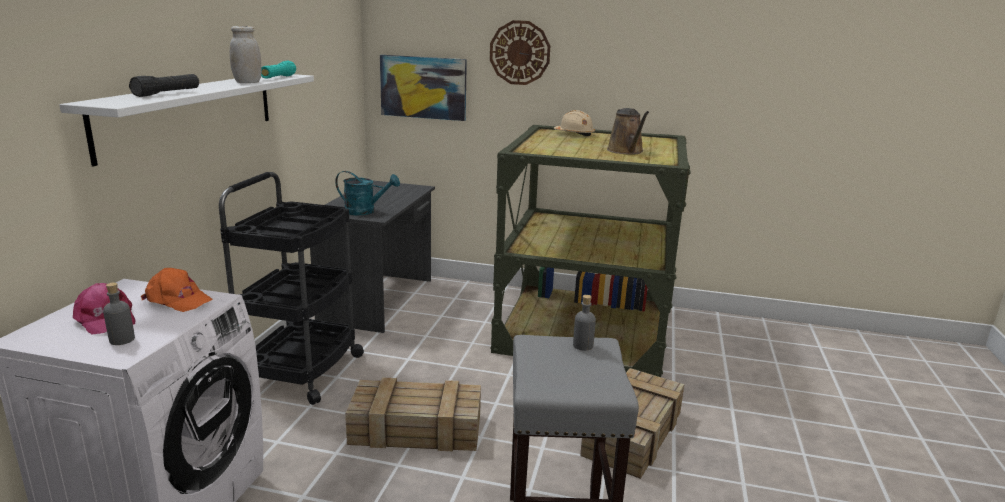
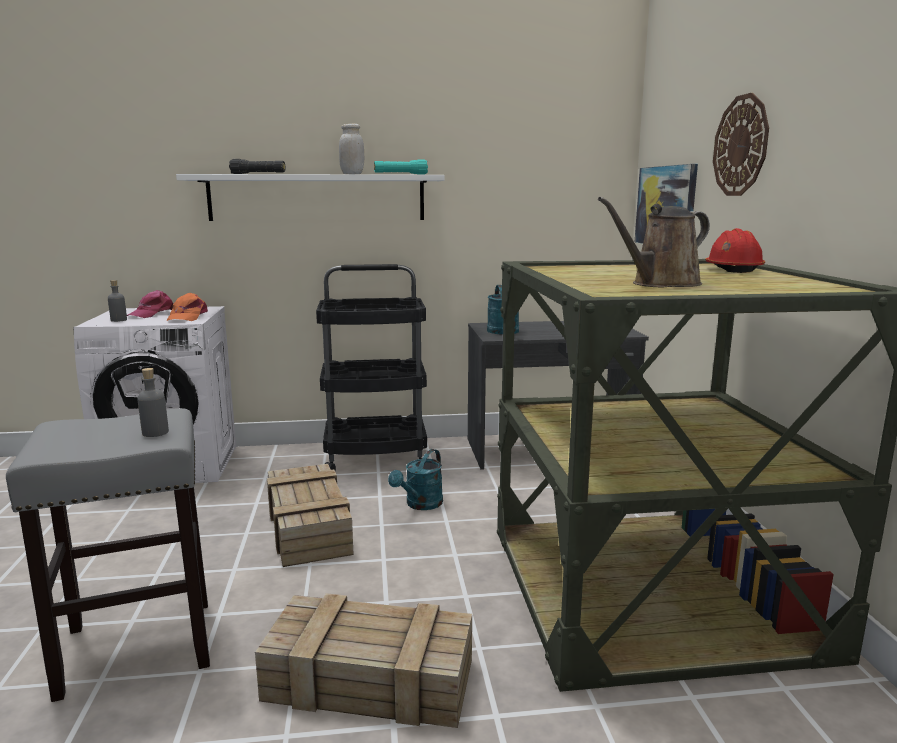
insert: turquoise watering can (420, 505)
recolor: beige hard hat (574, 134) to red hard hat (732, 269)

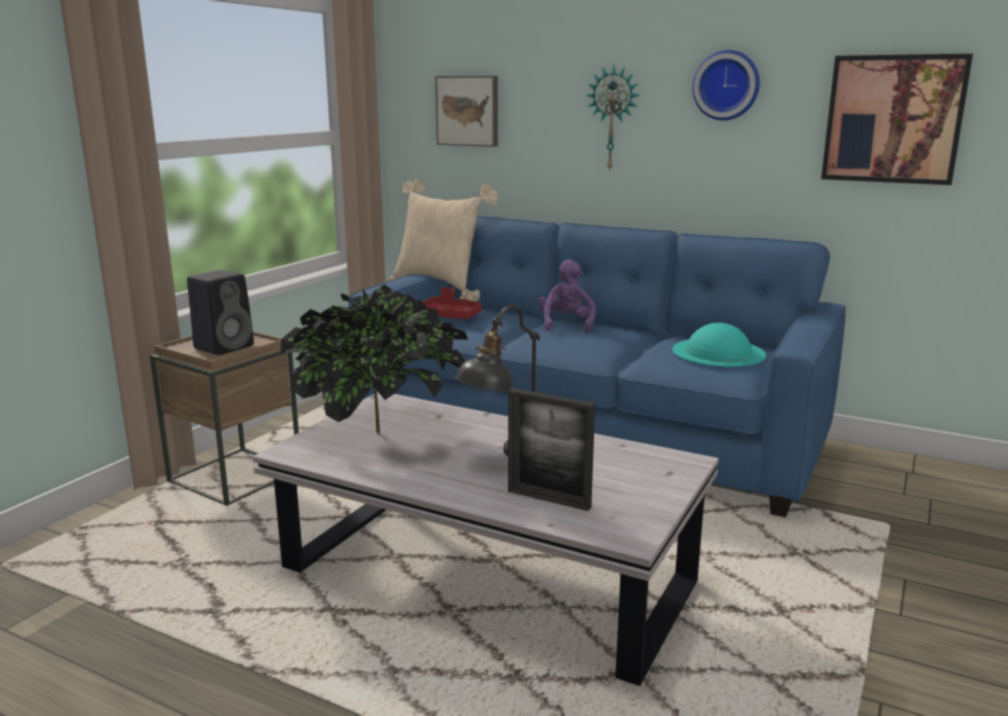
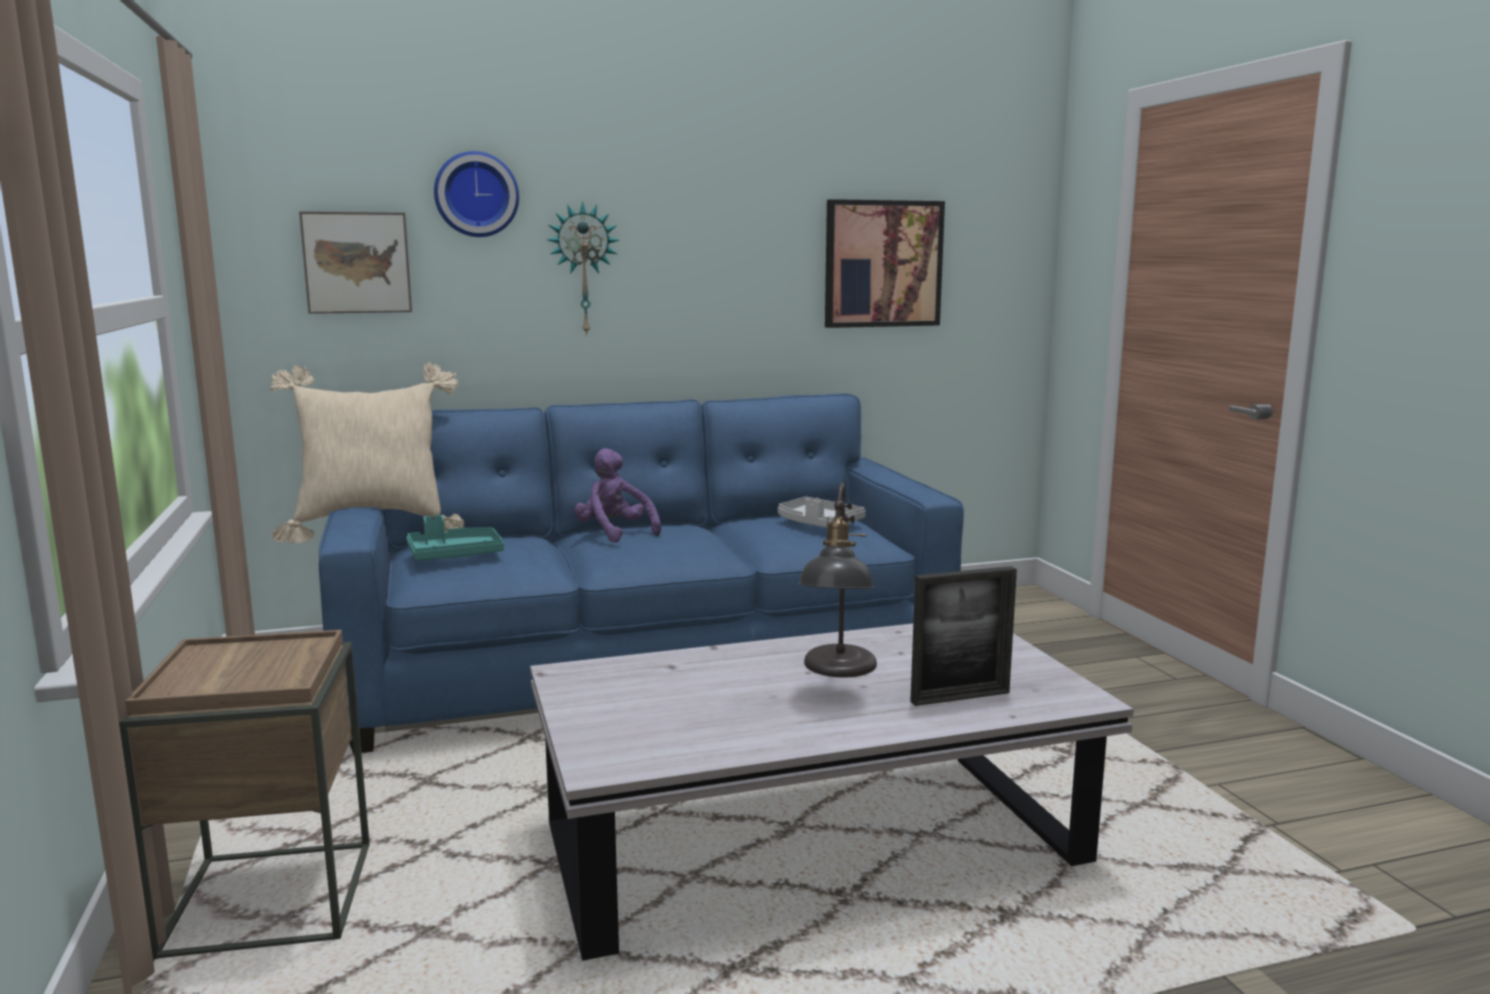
delete: black speaker (225, 347); potted plant (382, 433)
move: wall clock (727, 85) to (476, 194)
replace: turquoise hat (718, 352) to grey tray (818, 524)
recolor: red tray (449, 316) to turquoise tray (454, 555)

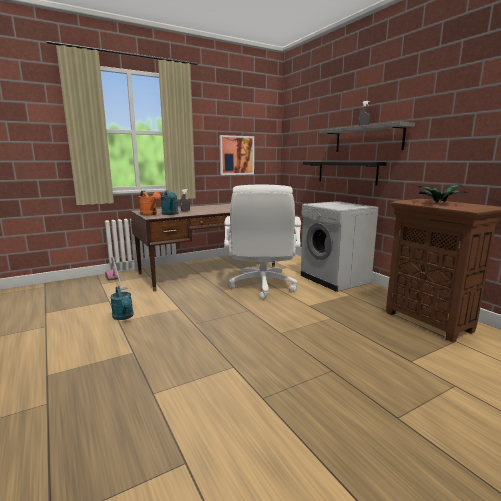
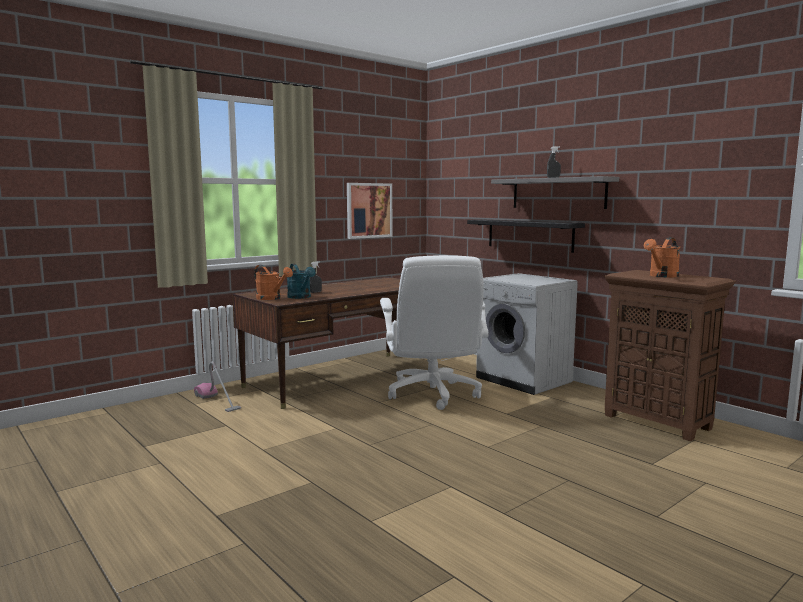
delete: turquoise watering can (124, 317)
replace: potted plant (439, 203) to orange watering can (661, 276)

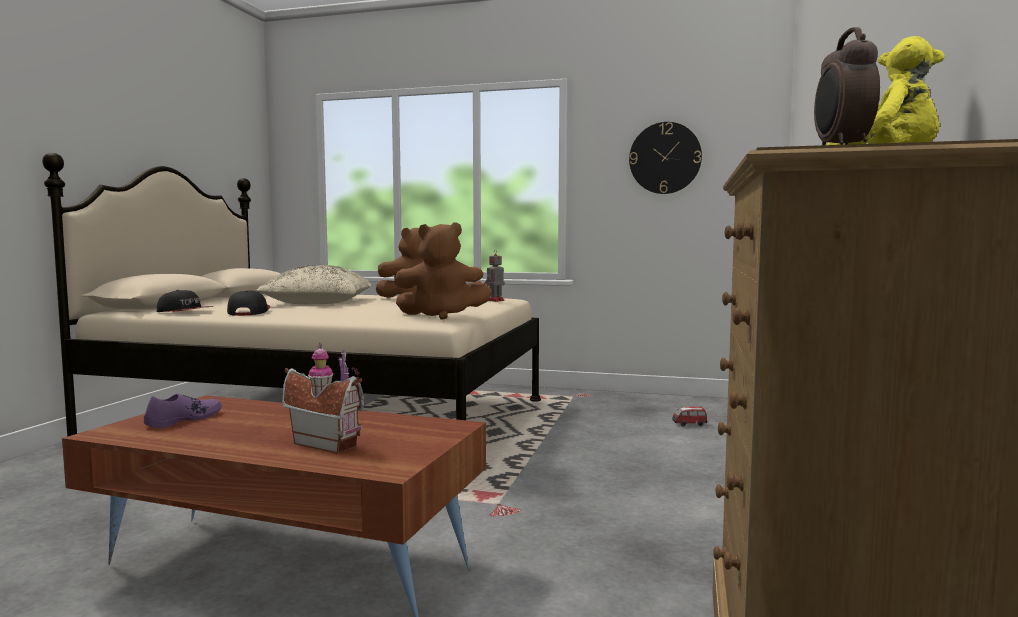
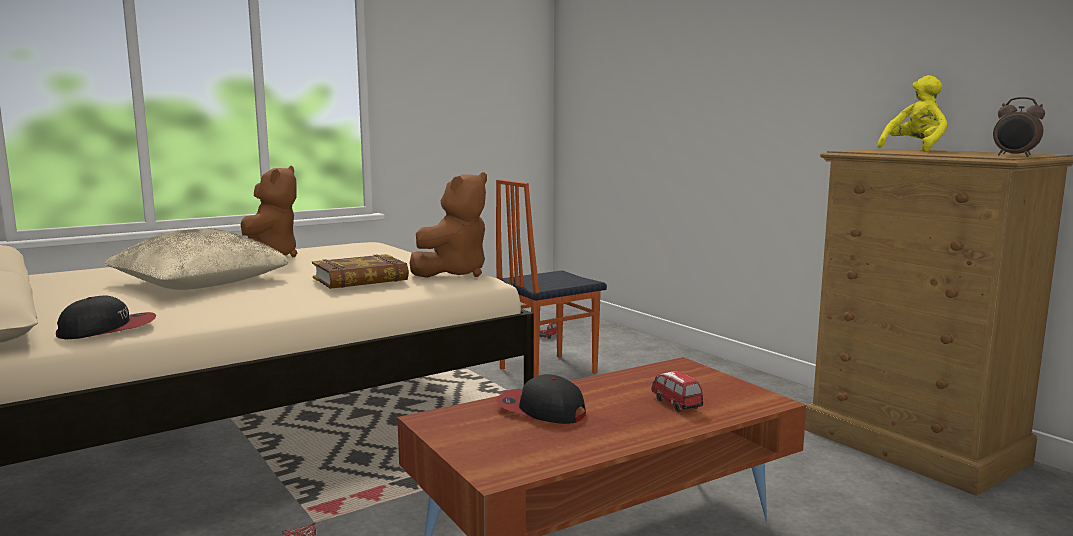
delete: wall clock (665, 158); toy robot (494, 300); purple shoe (184, 420)
insert: chair (546, 370); book (360, 279)
move: cap (248, 312) to (540, 410)
replace: toy house (328, 443) to toy car (675, 404)

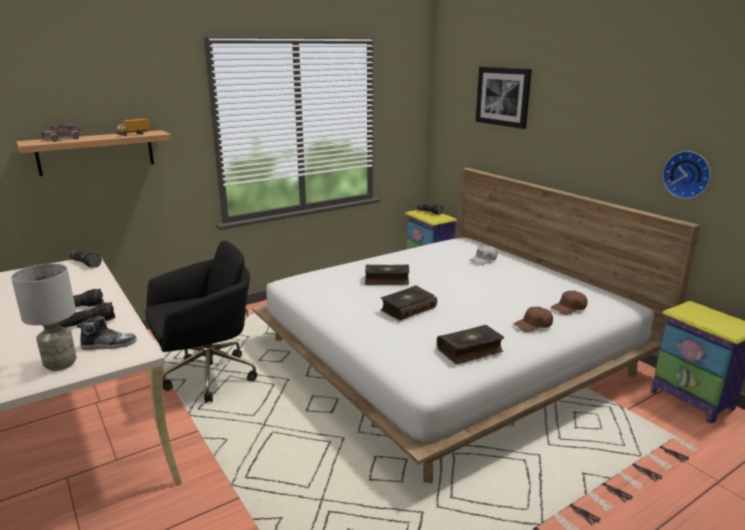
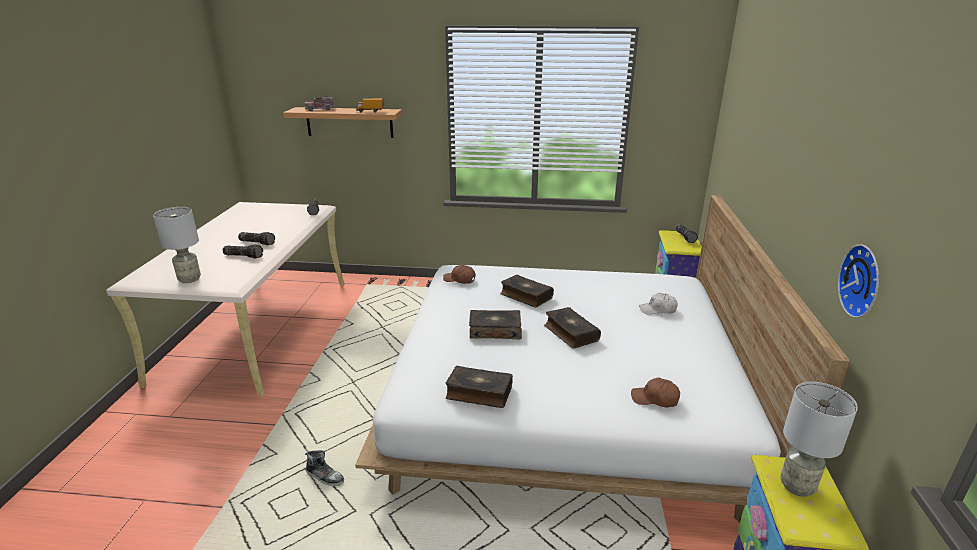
delete: picture (503, 96); black office chair (206, 378)
insert: book (570, 333); grey table lamp (798, 486)
move: brown cap (533, 325) to (459, 279); shoe (109, 345) to (325, 476)

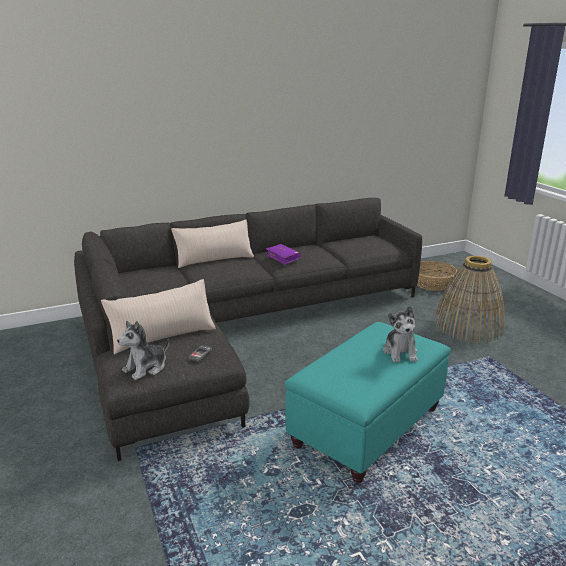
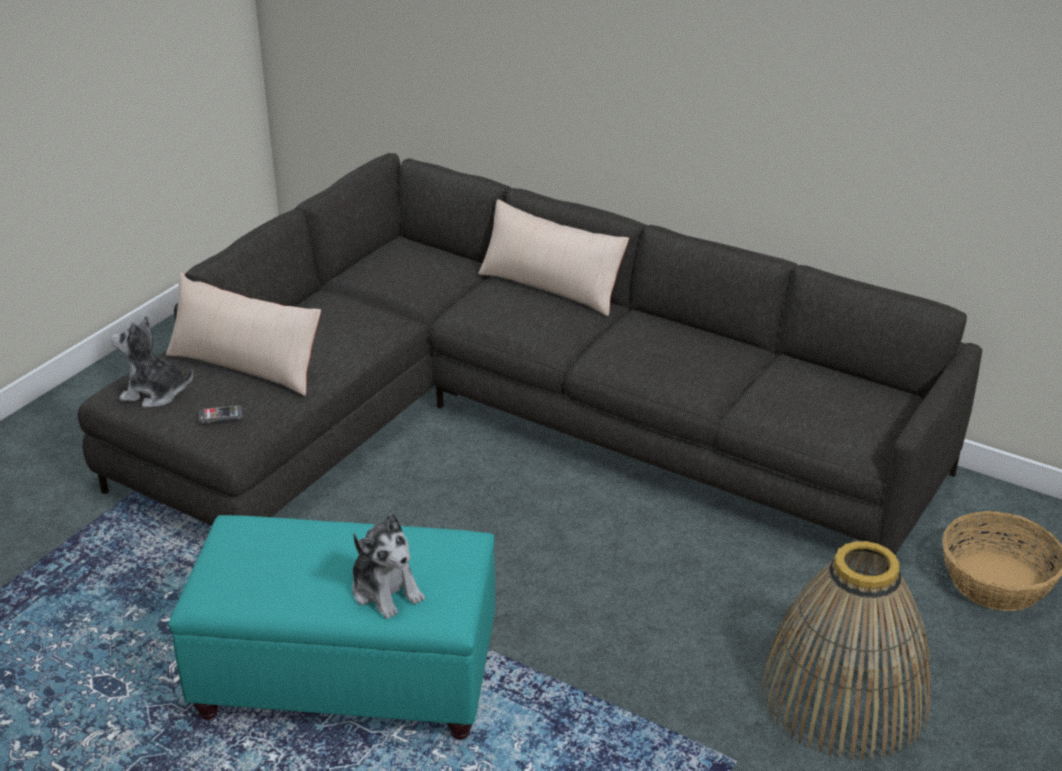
delete: purple book (283, 258)
rotate: plush toy (400, 352) = (386, 591) 90 degrees counterclockwise

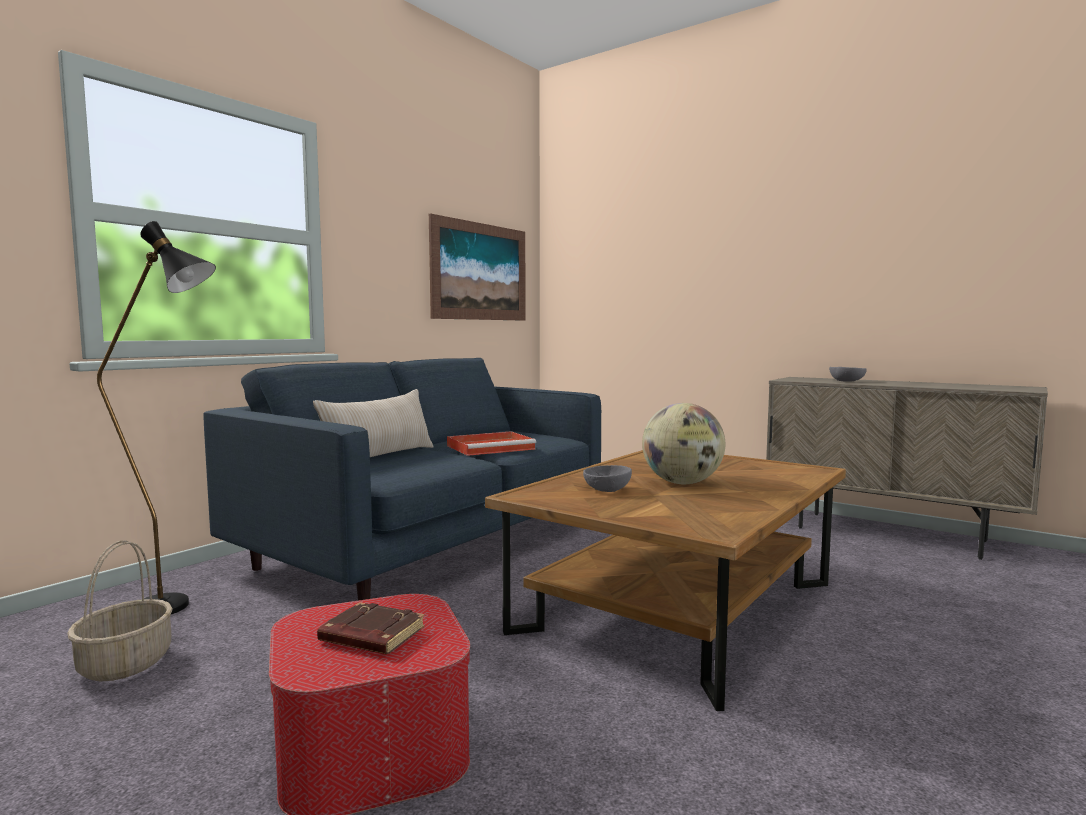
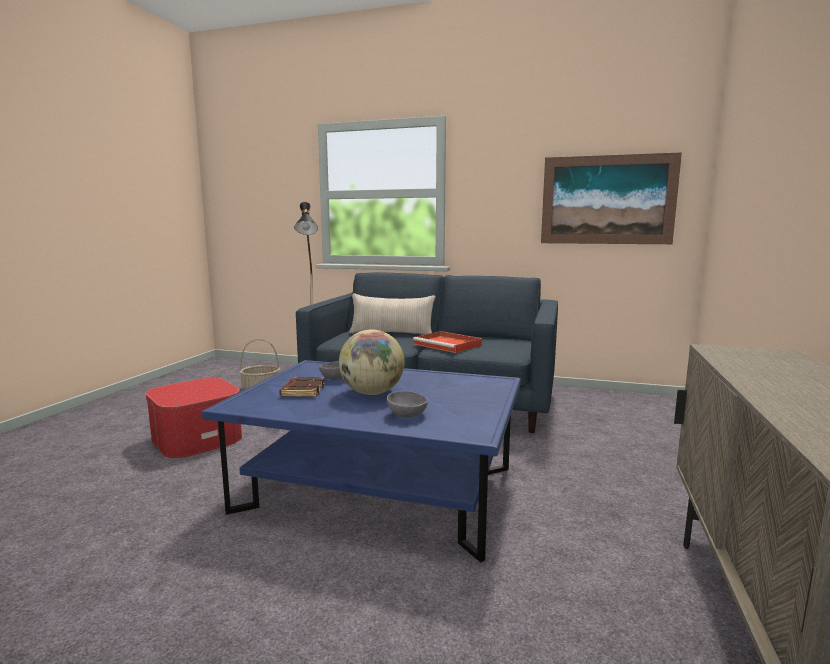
move: grey bowl (846, 381) to (407, 414); brown book (370, 636) to (302, 391)
recolor: brown coffee table (679, 607) to blue coffee table (378, 489)

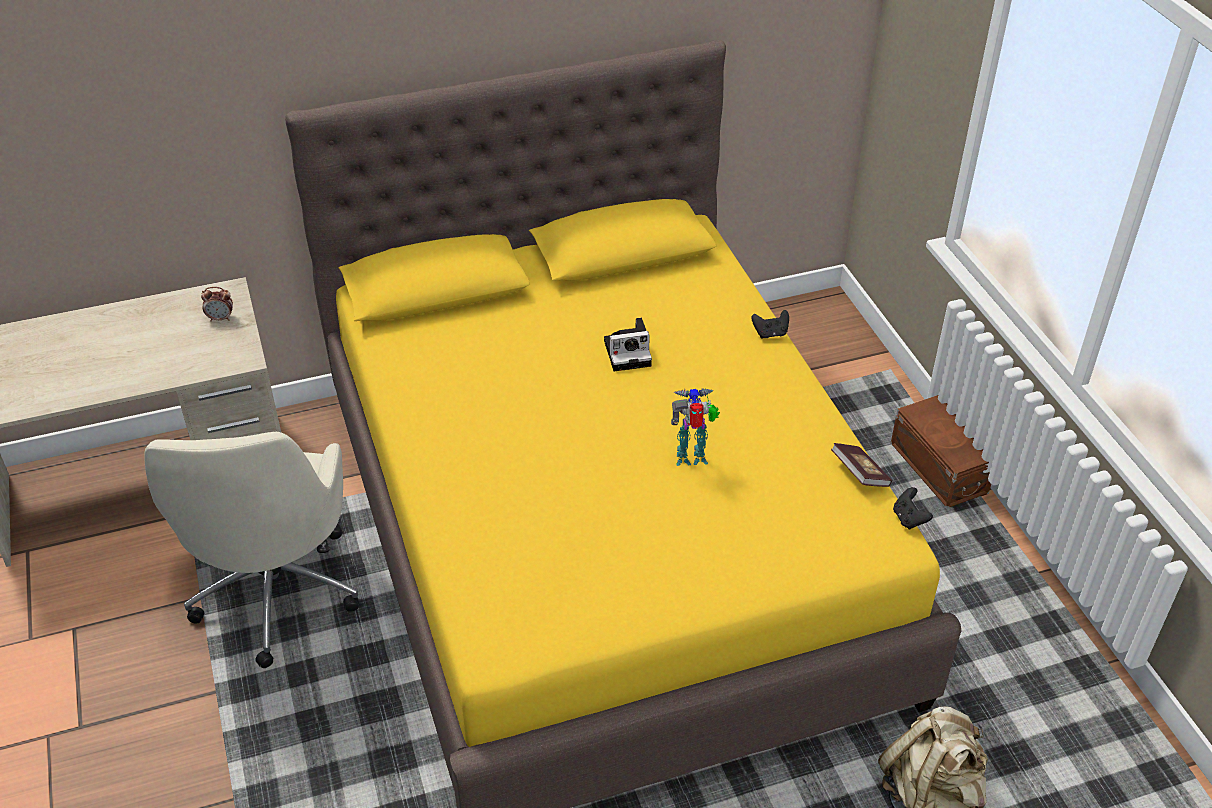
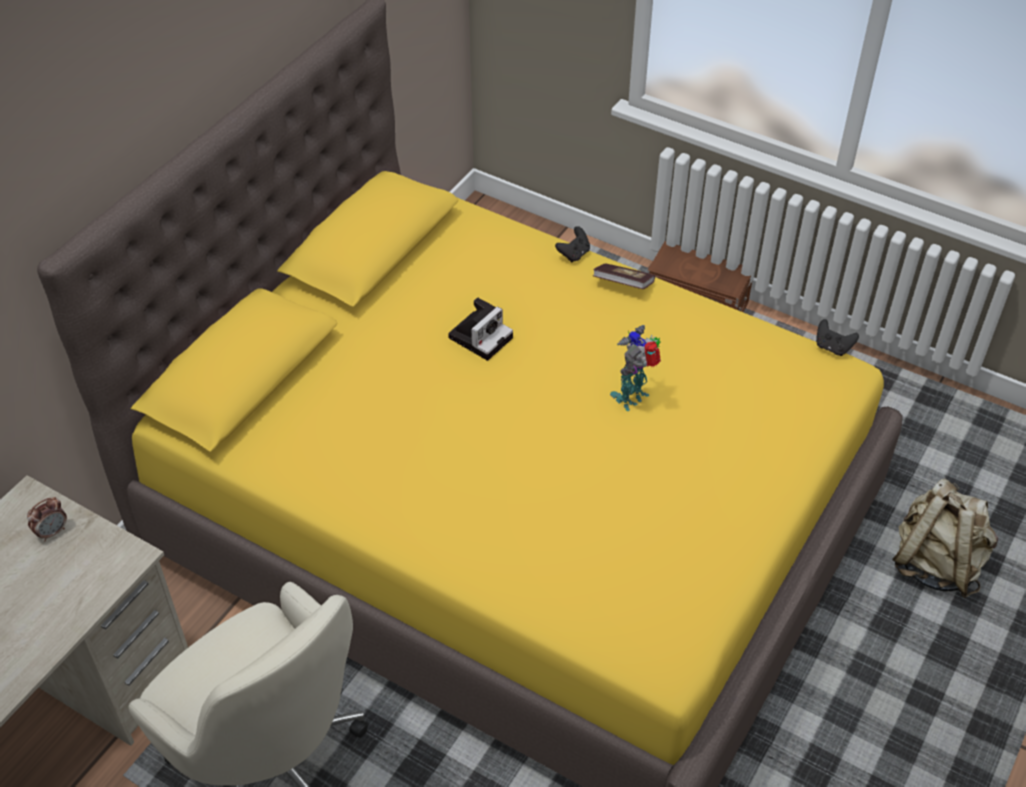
move: book (859, 474) to (623, 285)

